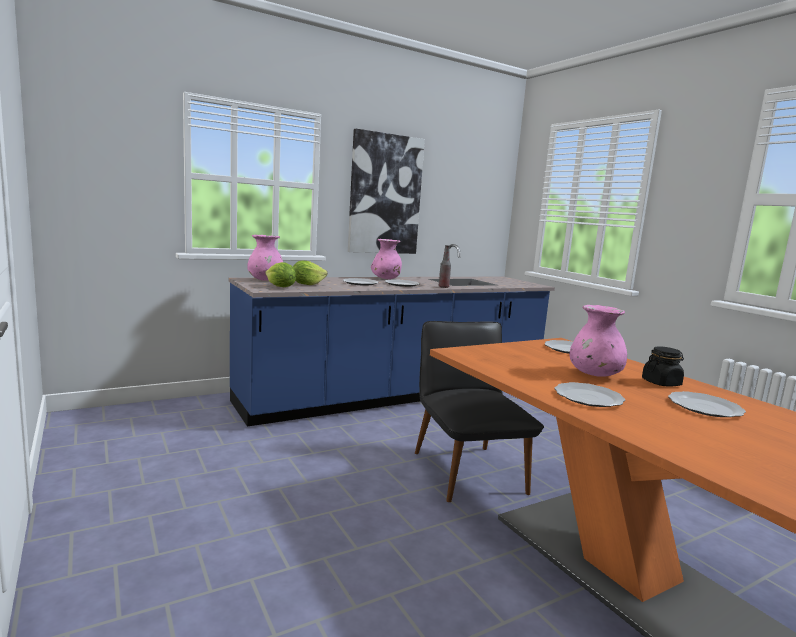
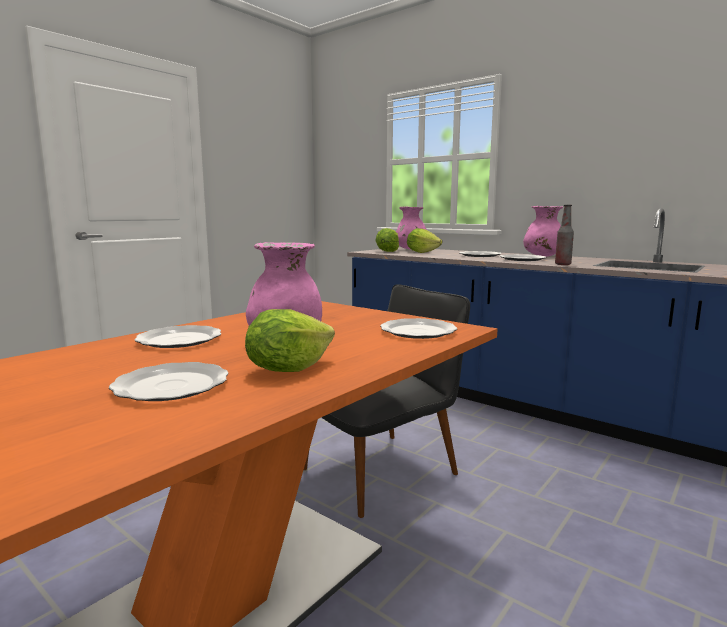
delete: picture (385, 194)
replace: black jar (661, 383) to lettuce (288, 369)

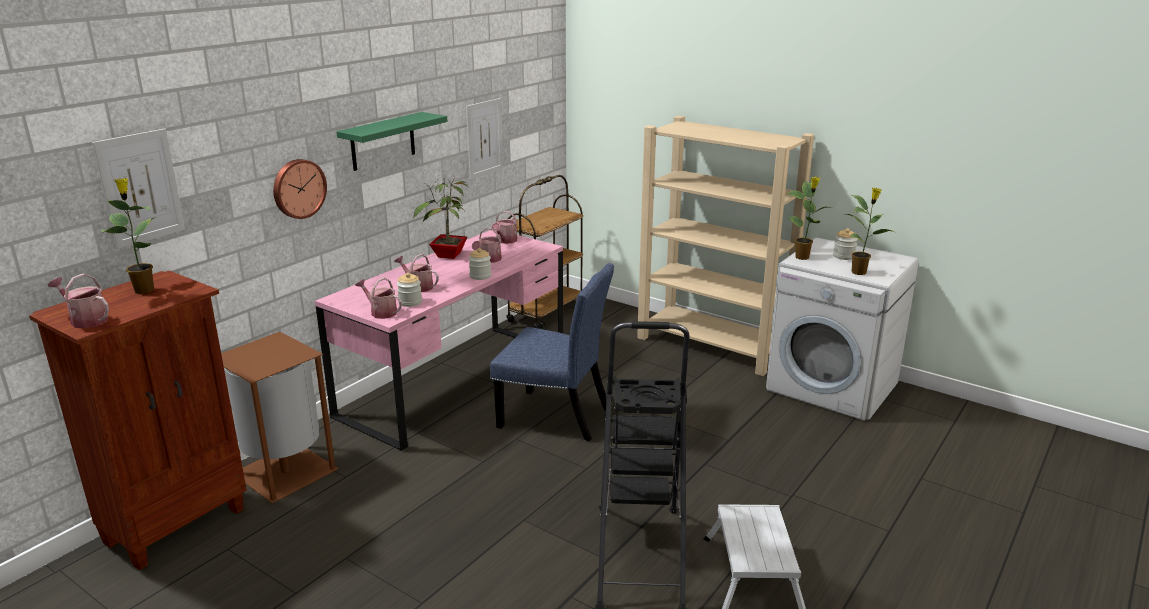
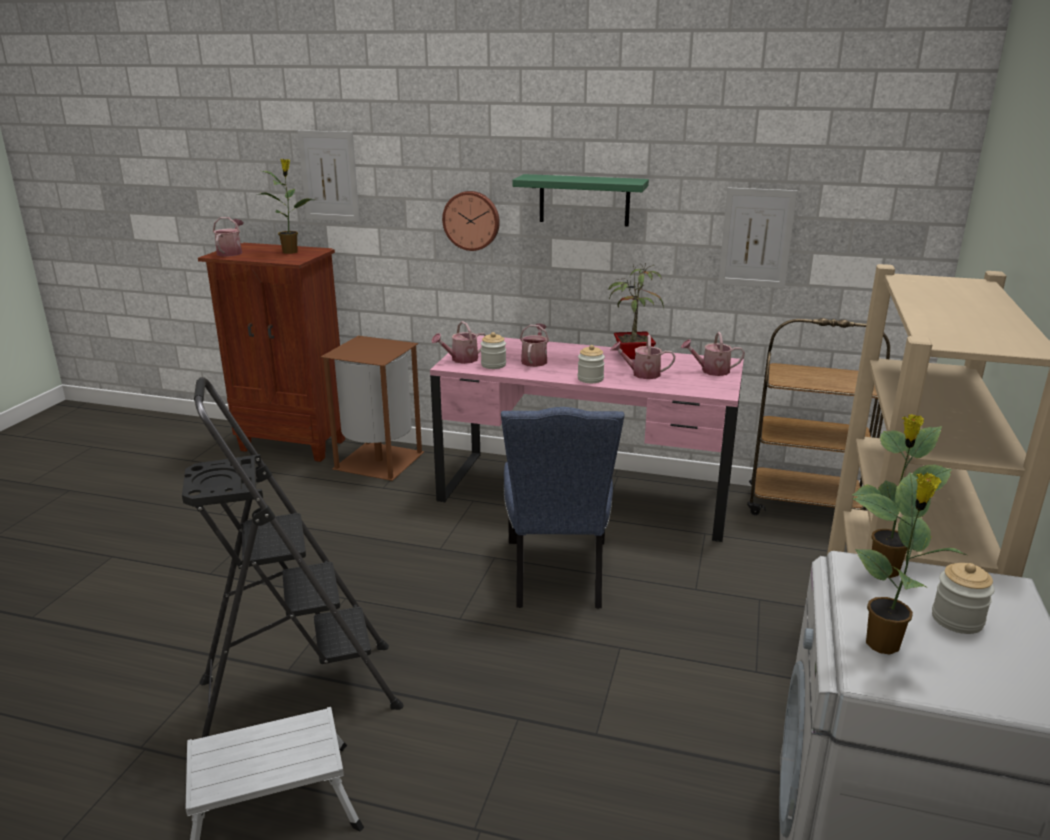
rotate: watering can (381, 312) = (461, 359) 135 degrees counterclockwise

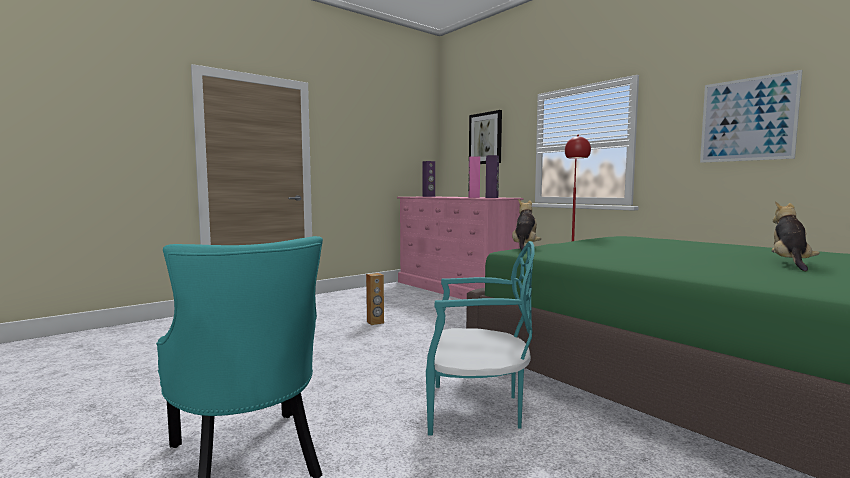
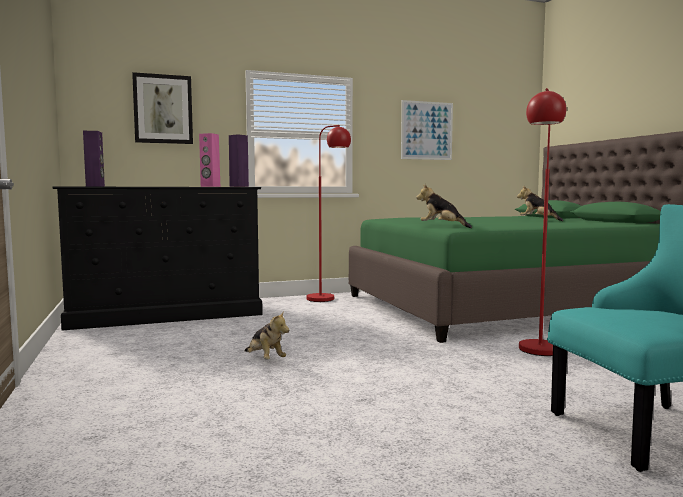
replace: turquoise chair (476, 410) to red floor lamp (538, 353); brown speaker (375, 322) to plush toy (265, 359)
recolor: pink dresser (454, 289) to black dresser (168, 315)

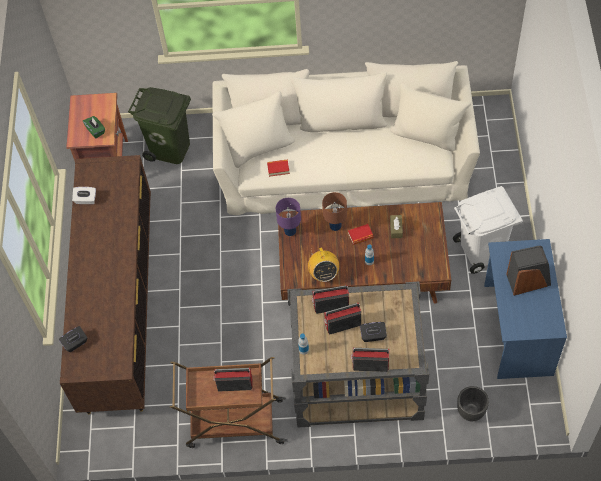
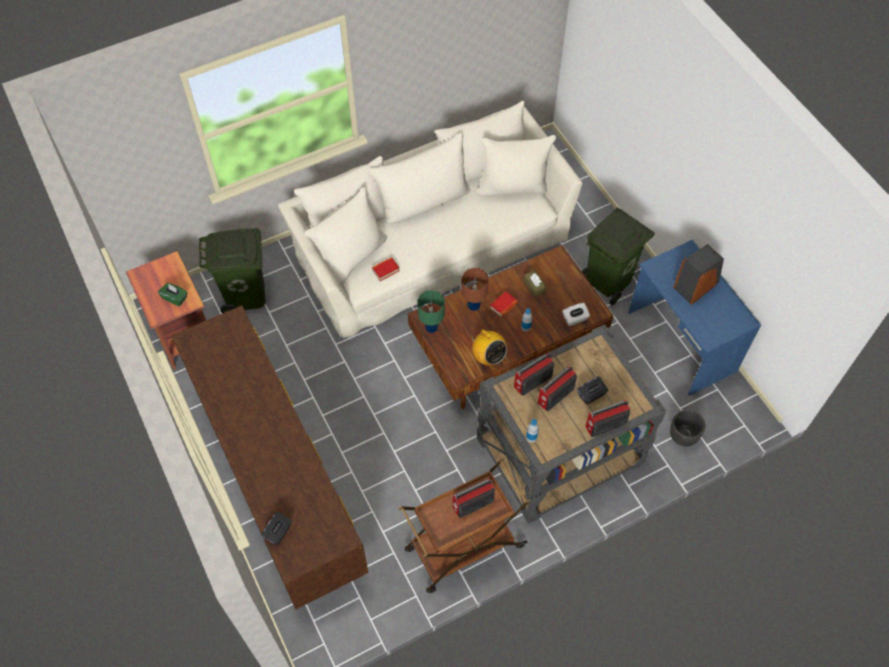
move: white tissue box (86, 200) to (575, 319)
recolor: white trash can (482, 251) to green trash can (609, 281); purple table lamp (289, 231) to green table lamp (430, 328)

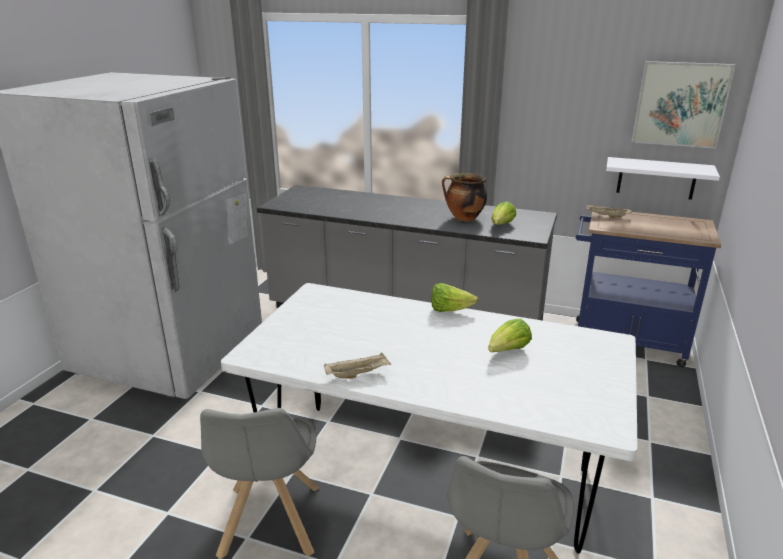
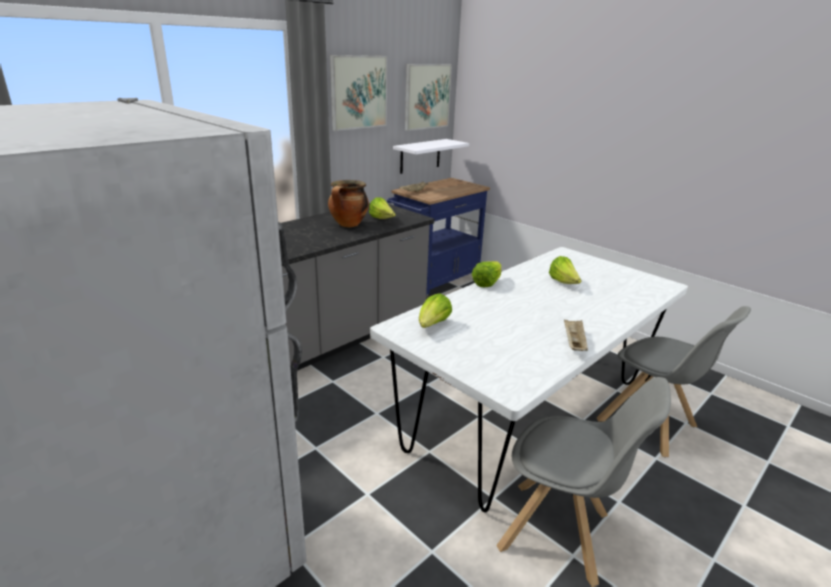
insert: picture (358, 92); lettuce (433, 325)

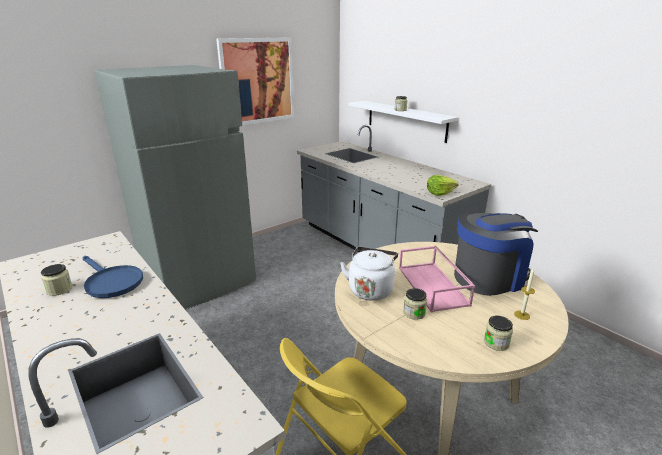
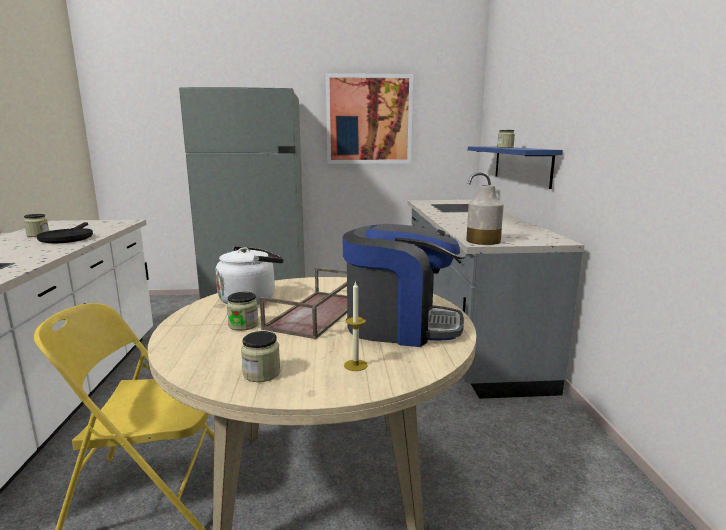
replace: lettuce (439, 193) to beige vase (483, 241)
recolor: white shelf (406, 120) to blue shelf (521, 165); pink tray (433, 286) to brown tray (316, 314); blue frying pan (111, 282) to black frying pan (68, 237)

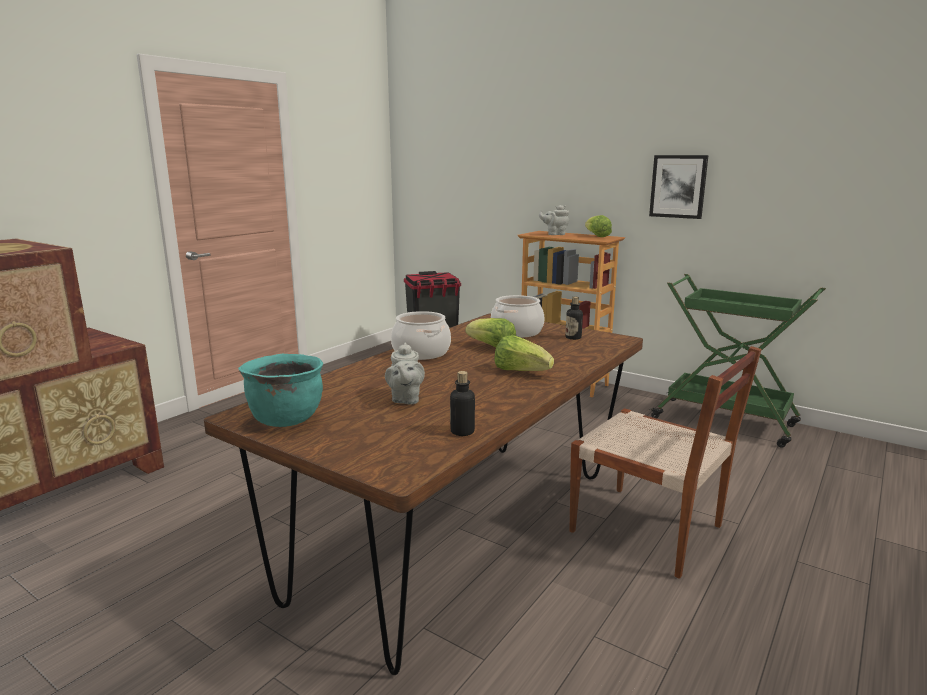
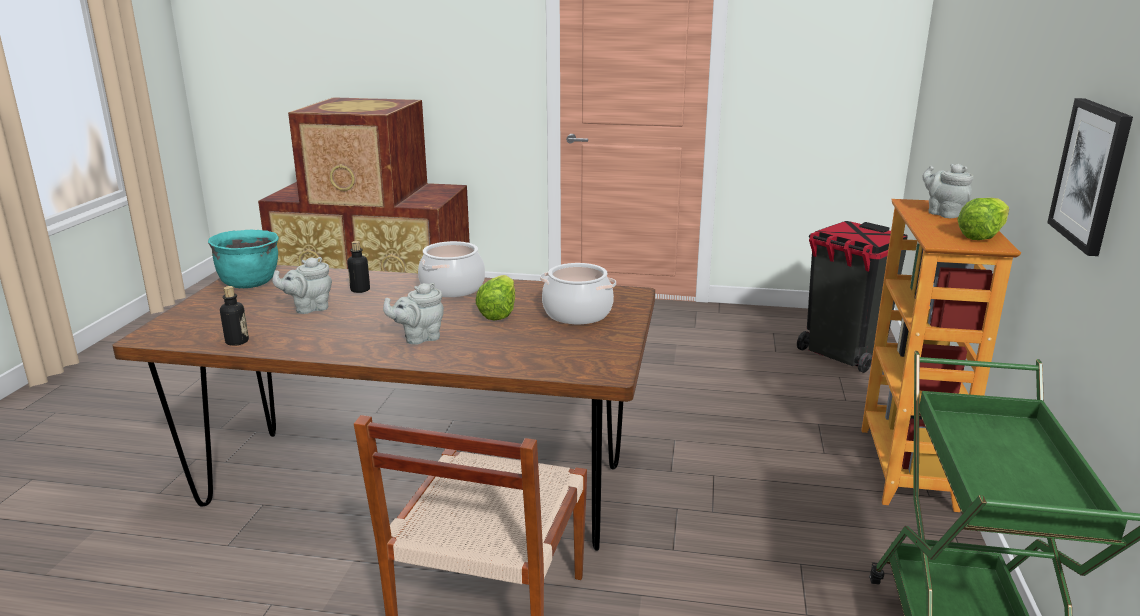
move: bottle (573, 337) to (360, 290)
replace: lettuce (521, 371) to grey teapot (419, 338)

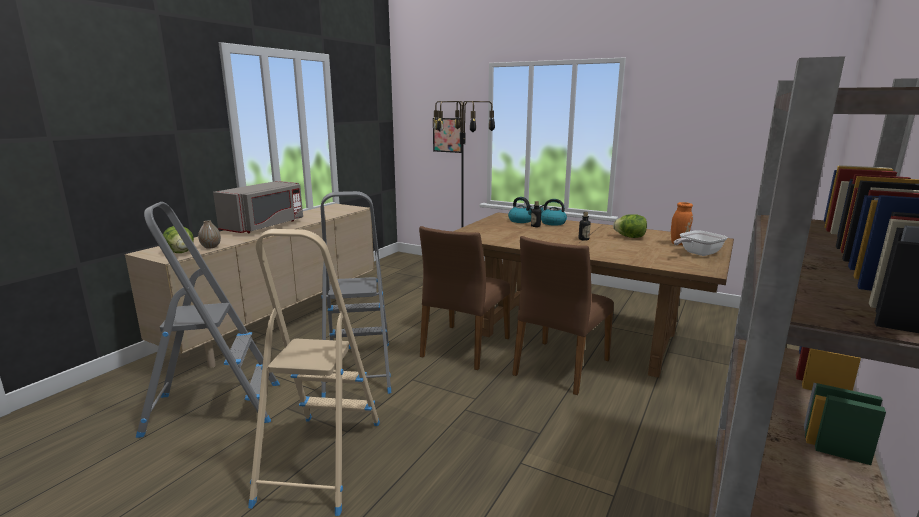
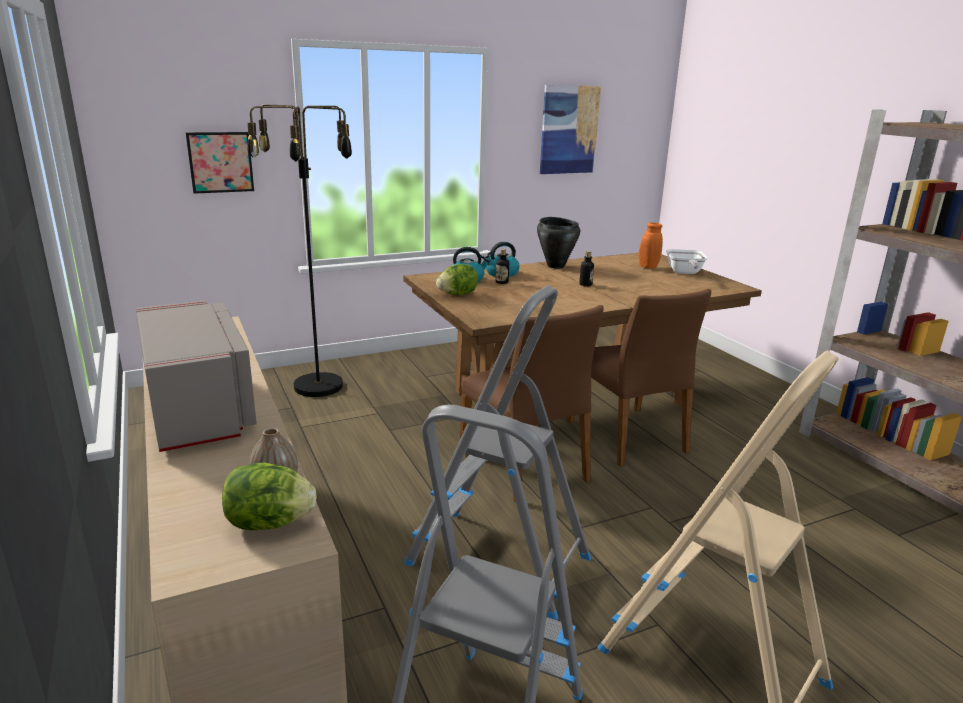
insert: picture (569, 130); black cooking pot (556, 266)
move: lettuce (630, 237) to (457, 295)

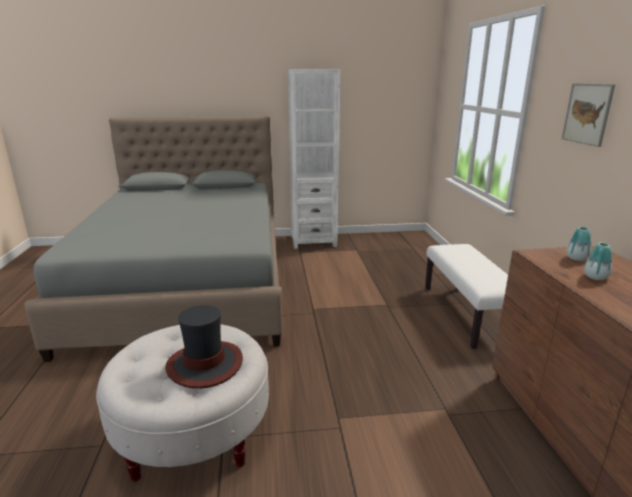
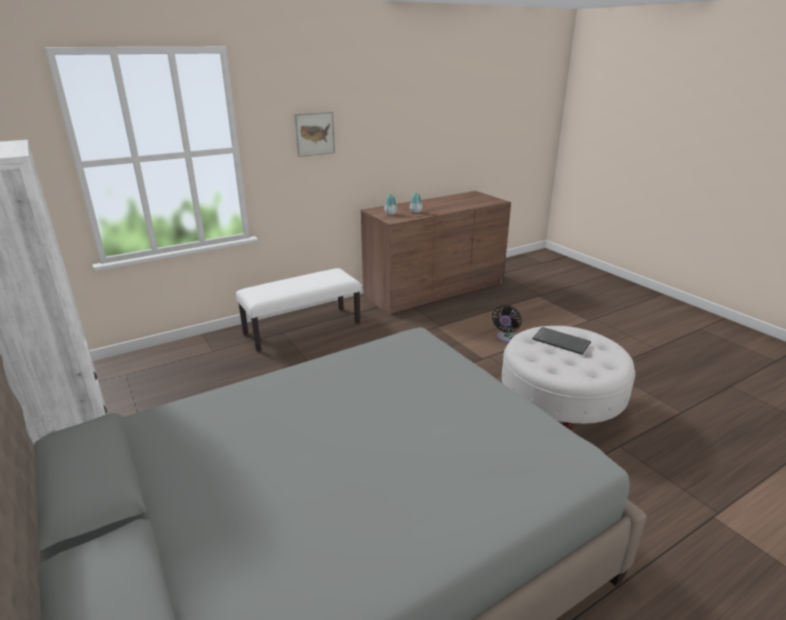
insert: black fan (506, 338)
replace: hat (205, 364) to keyboard (562, 341)

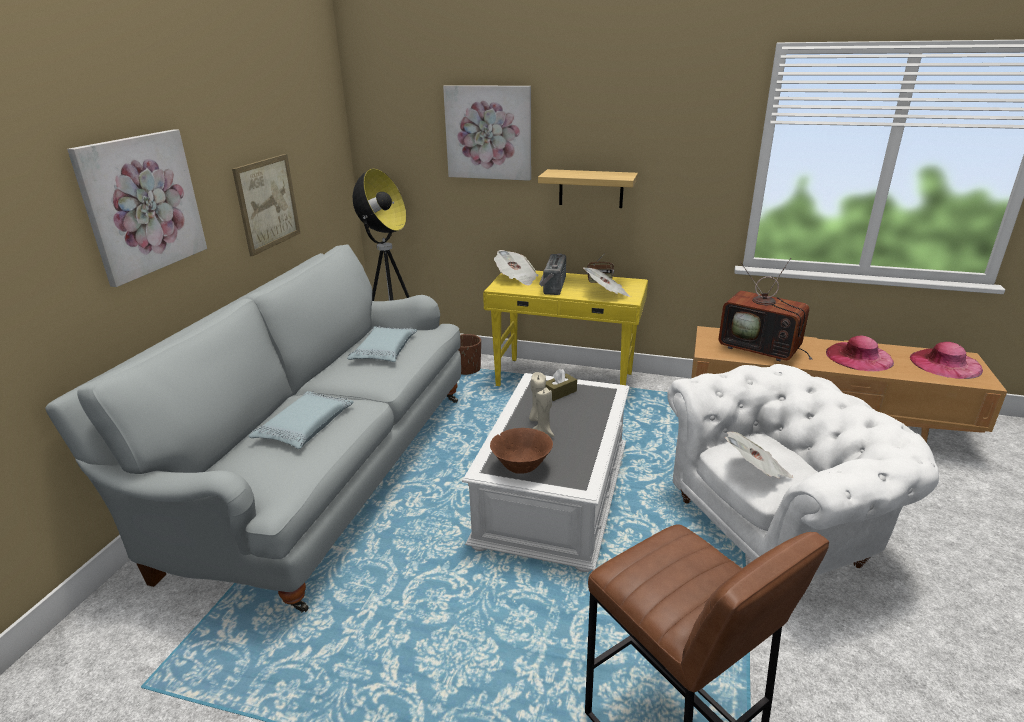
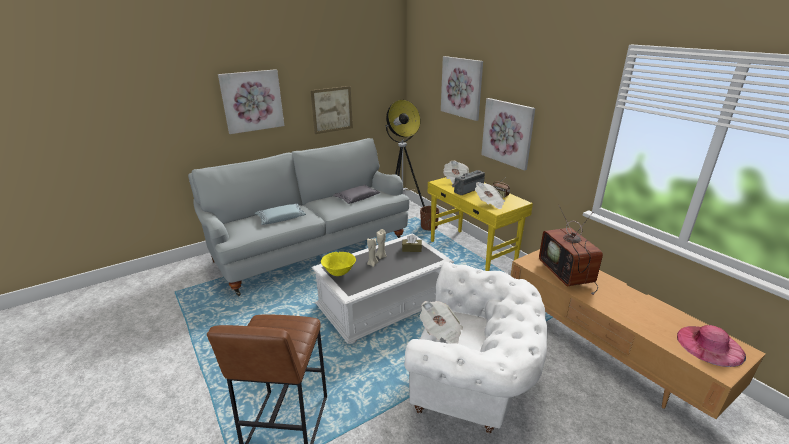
delete: pink hat (859, 357)
replace: shelf (591, 188) to picture (507, 133)
recolor: blue pillow (384, 349) to grey pillow (357, 197); brown bowl (521, 468) to yellow bowl (339, 273)

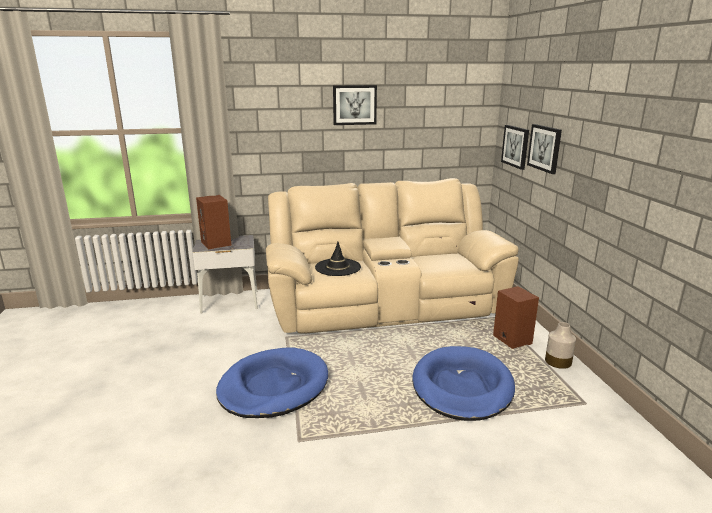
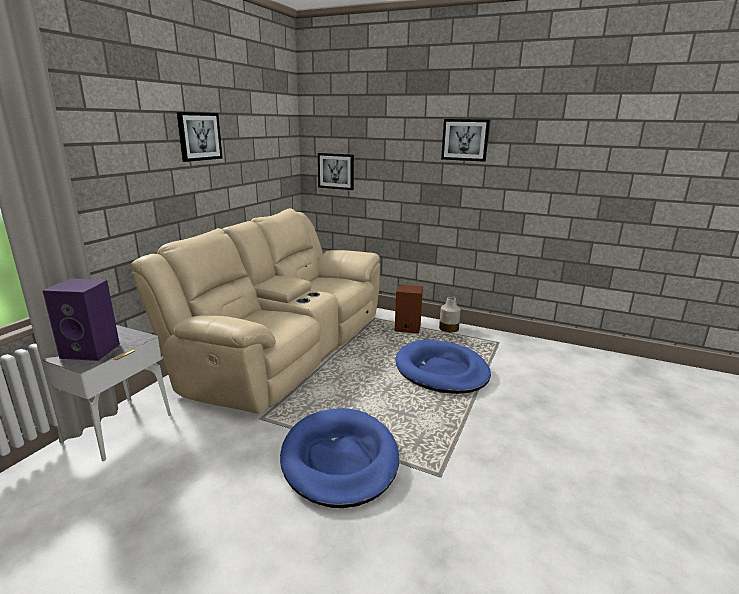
delete: black hat (338, 267)
move: picture (545, 148) to (465, 140)
recolor: brown speaker (217, 243) to purple speaker (92, 350)

